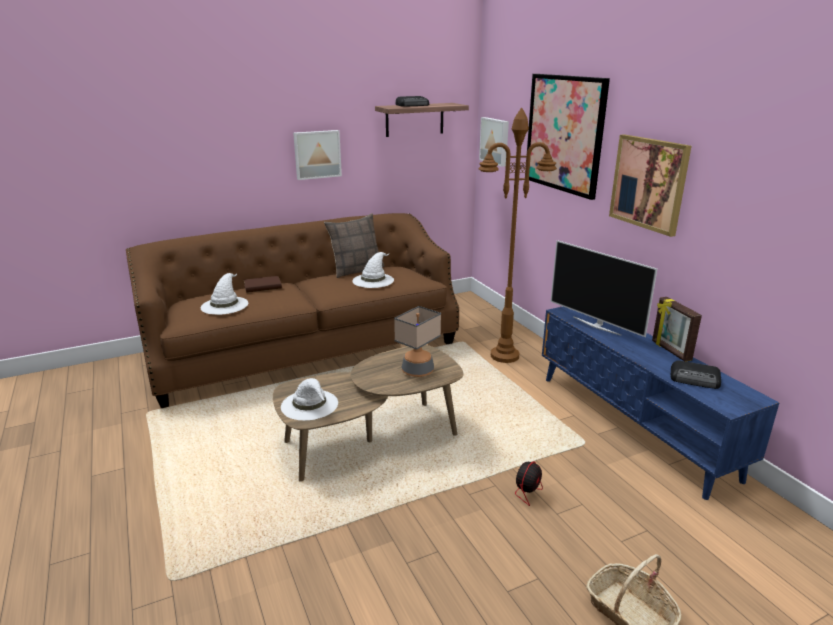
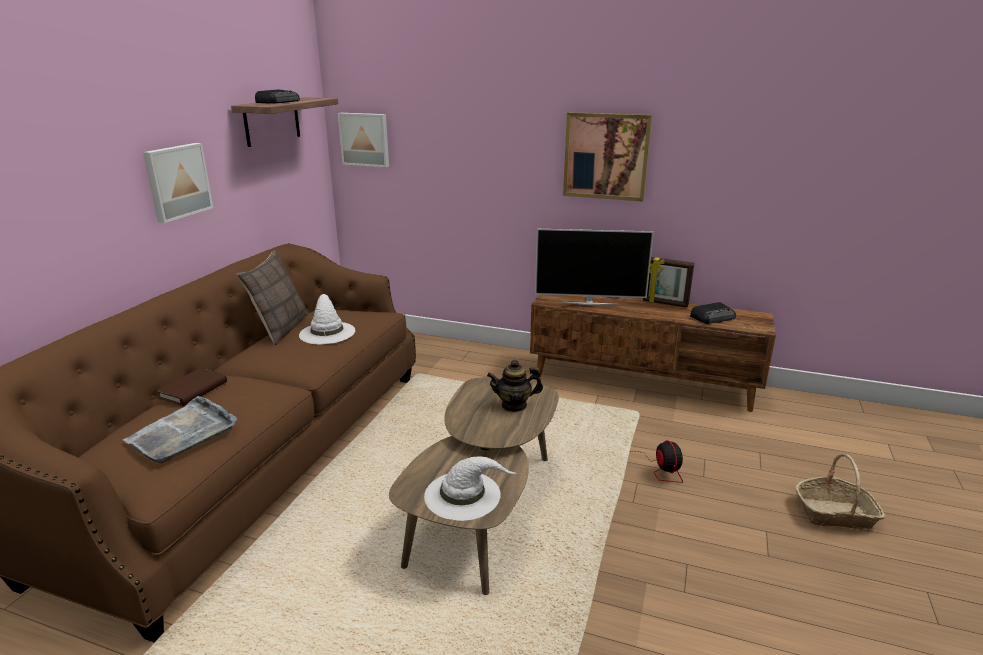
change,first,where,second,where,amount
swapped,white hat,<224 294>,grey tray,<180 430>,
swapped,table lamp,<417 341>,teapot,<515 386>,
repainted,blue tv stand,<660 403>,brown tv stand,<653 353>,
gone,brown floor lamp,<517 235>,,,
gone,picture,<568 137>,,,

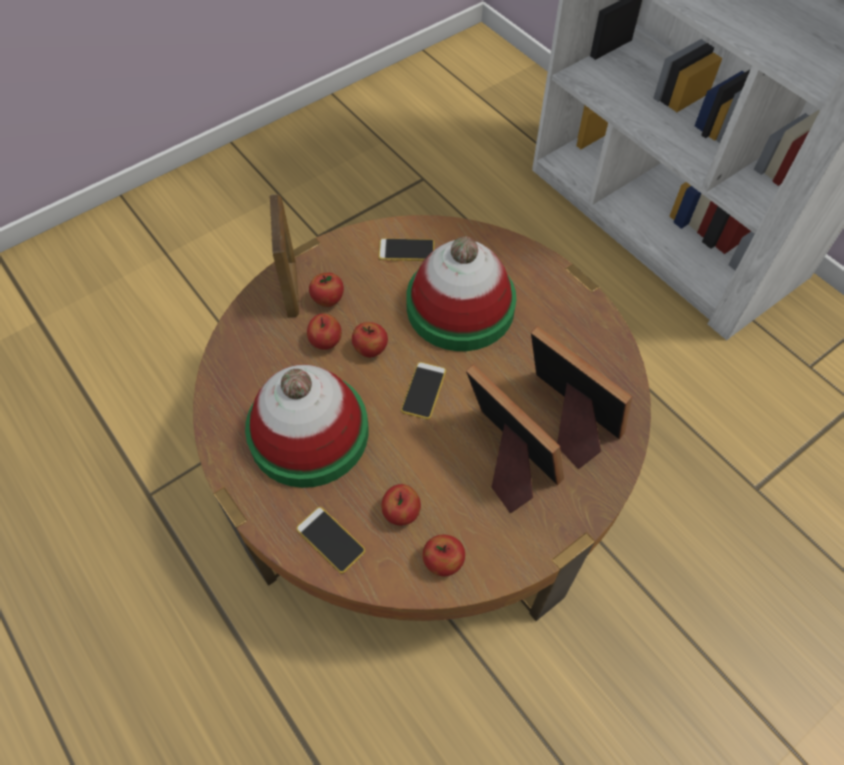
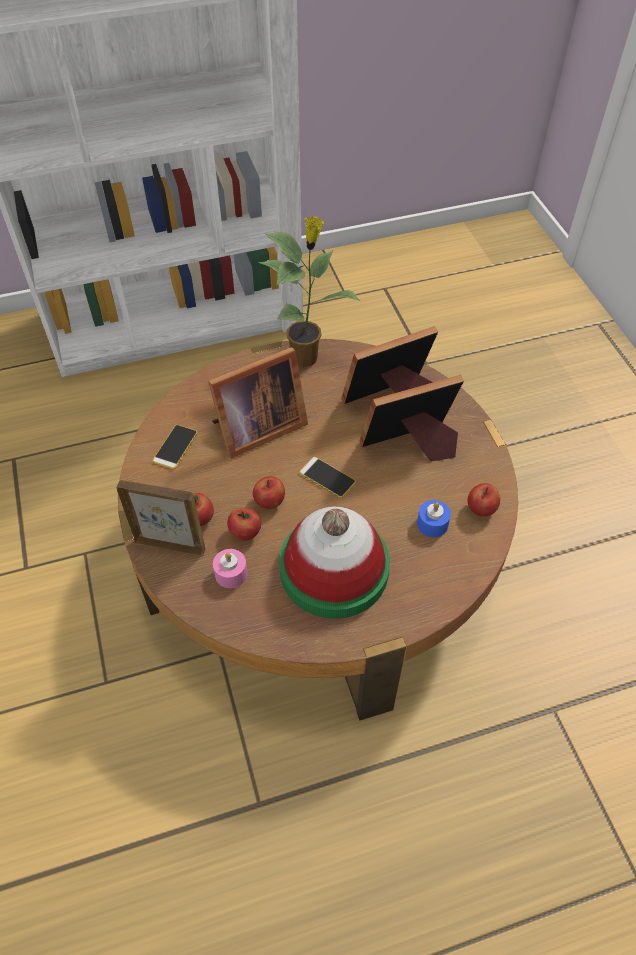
change,first,where,second,where,amount
swapped,hat,<461 293>,picture frame,<258 403>,
new,,,pink candle,<230 568>,
new,,,potted plant,<309 292>,
swapped,apple,<401 505>,blue candle,<434 519>,
gone,phone,<330 540>,,,

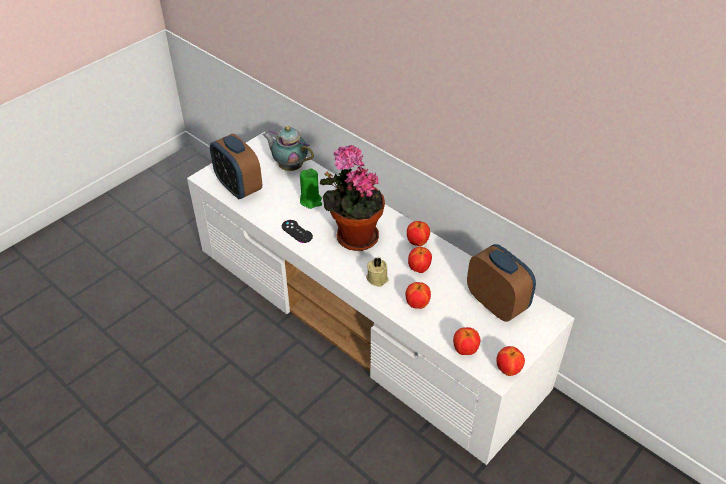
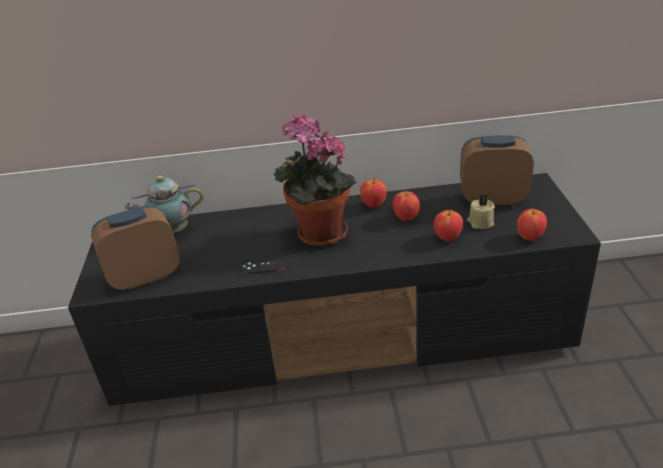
change,first,where,second,where,amount
repainted,white tv stand,<381 298>,black tv stand,<334 289>,
rotated,alarm clock,<236 167>,,<135 247>,150 degrees clockwise
shifted,beige candle,<377 272>,,<481 211>,
gone,green candle,<311 188>,,,
gone,apple,<510 361>,,,

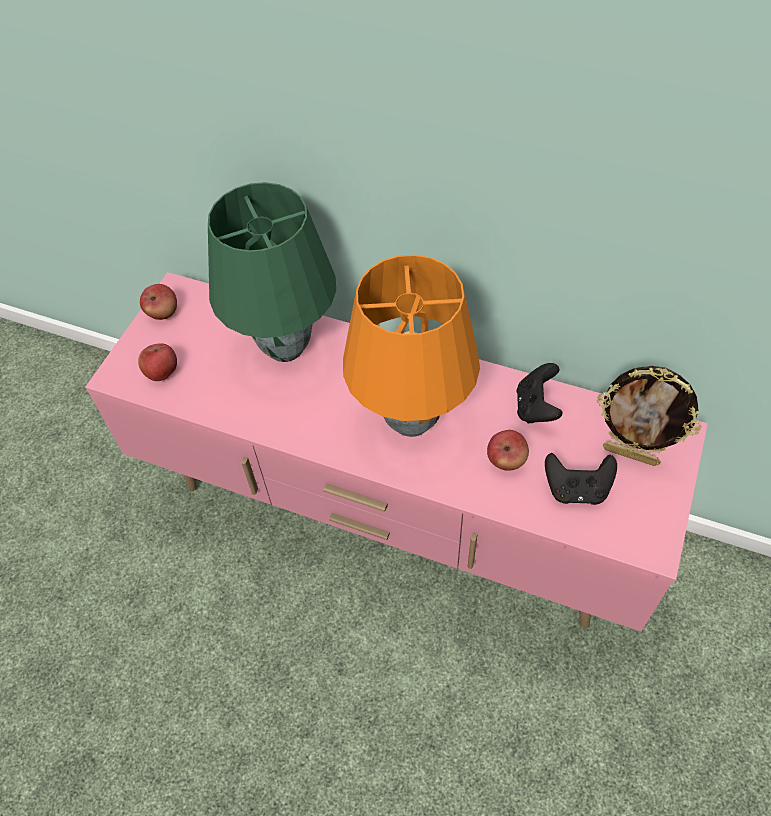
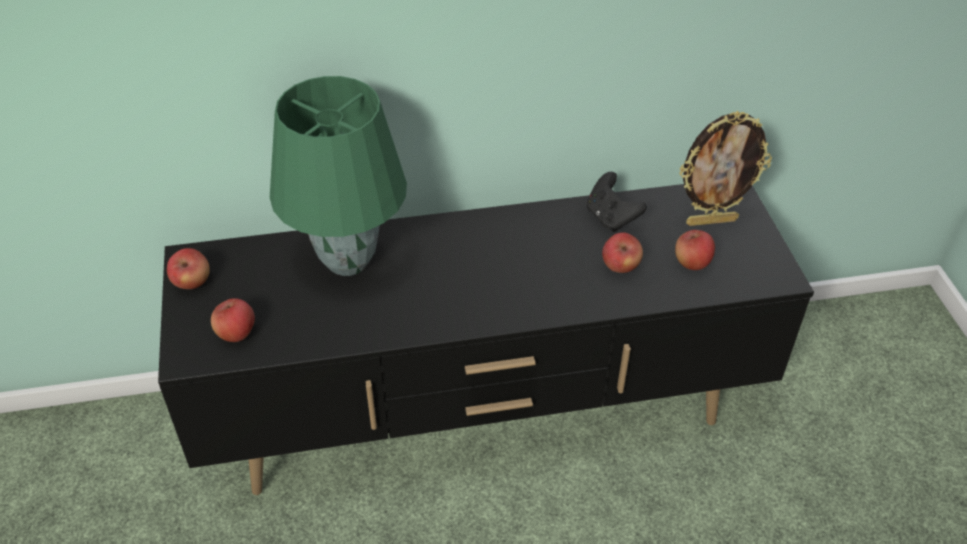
change,first,where,second,where,amount
repainted,pink tv stand,<396 452>,black tv stand,<486 339>,
swapped,black game controller,<581 479>,apple,<695 250>,
gone,orange table lamp,<411 346>,,,

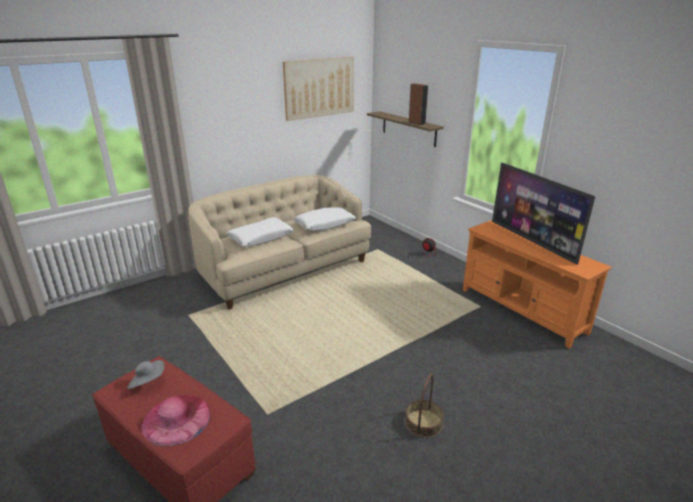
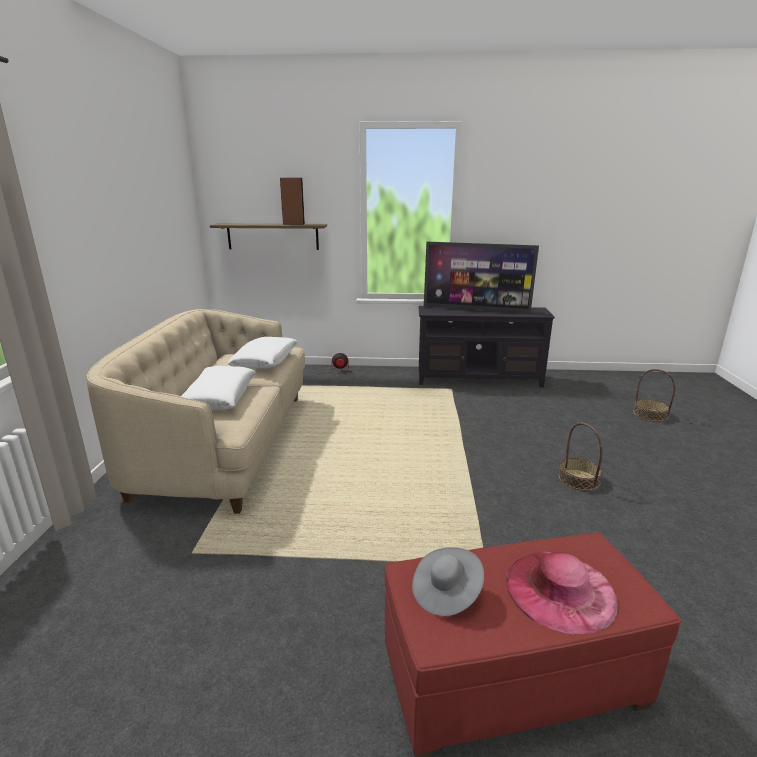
change,first,where,second,where,amount
repainted,orange tv stand,<537 284>,black tv stand,<486 346>,
new,,,basket,<654 395>,
gone,picture,<318 89>,,,

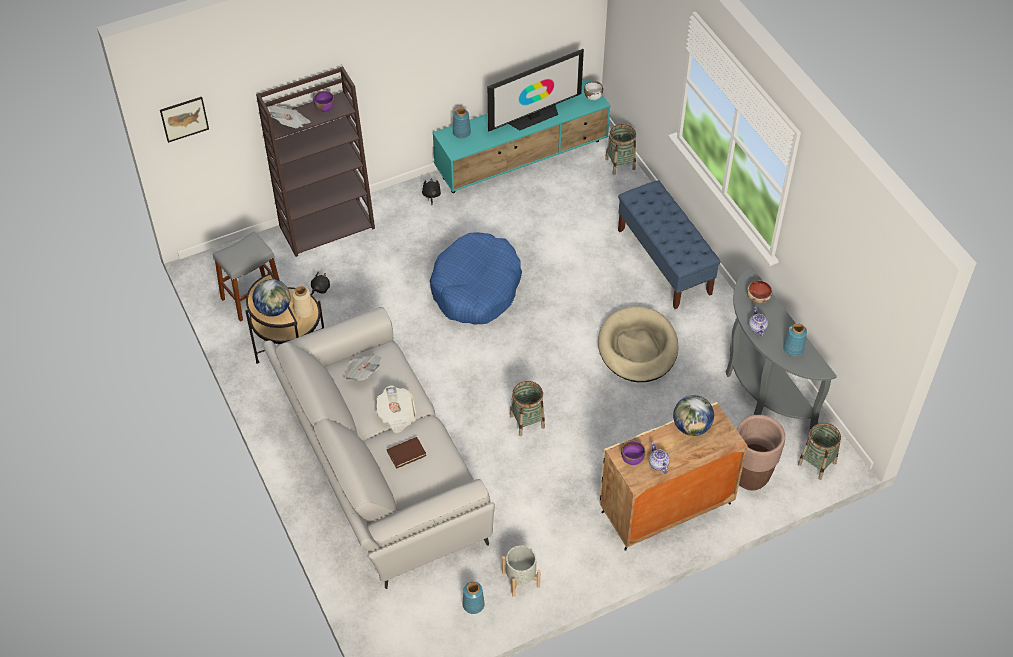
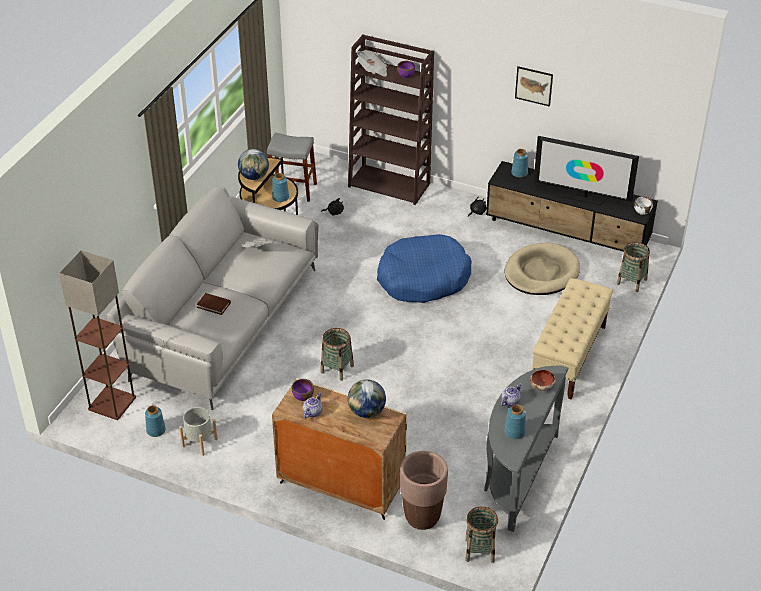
change,first,where,second,where,amount
new,,,floor lamp,<97 335>,
repainted,beige vase,<303 302>,blue vase,<280 187>,
repainted,turquoise tv stand,<521 136>,black tv stand,<572 206>,
shifted,beige dog bed,<638 344>,,<542 269>,
shifted,picture,<184 120>,,<534 86>,
repainted,blue bench,<669 244>,beige bench,<572 339>,
gone,newspaper,<396 409>,,,

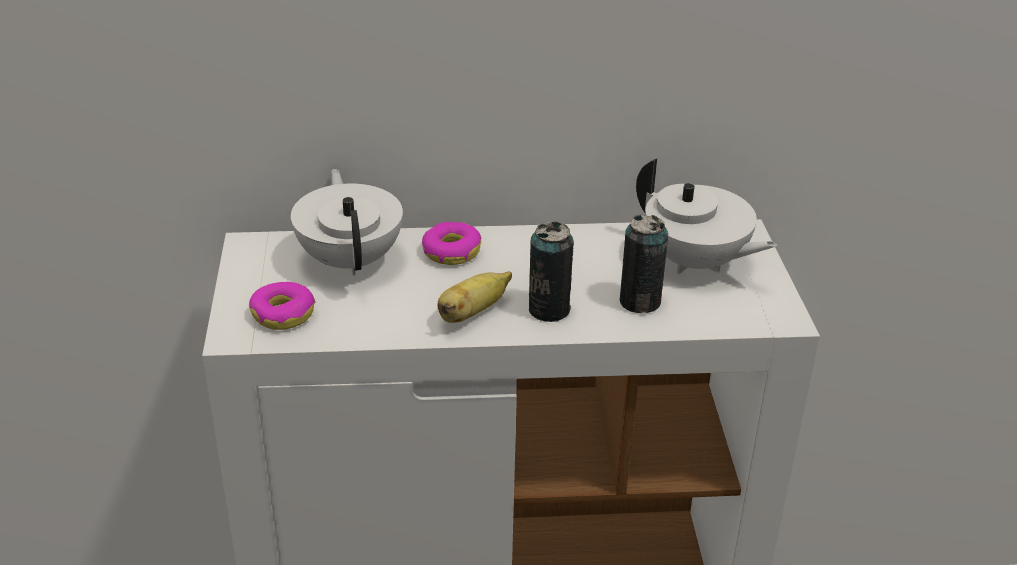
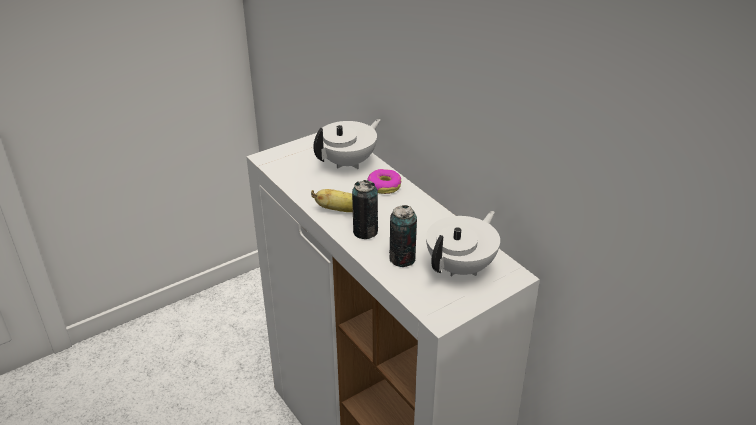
change,first,where,second,where,amount
rotated,white teapot,<707 216>,,<463 243>,150 degrees counterclockwise
gone,donut,<282 306>,,,

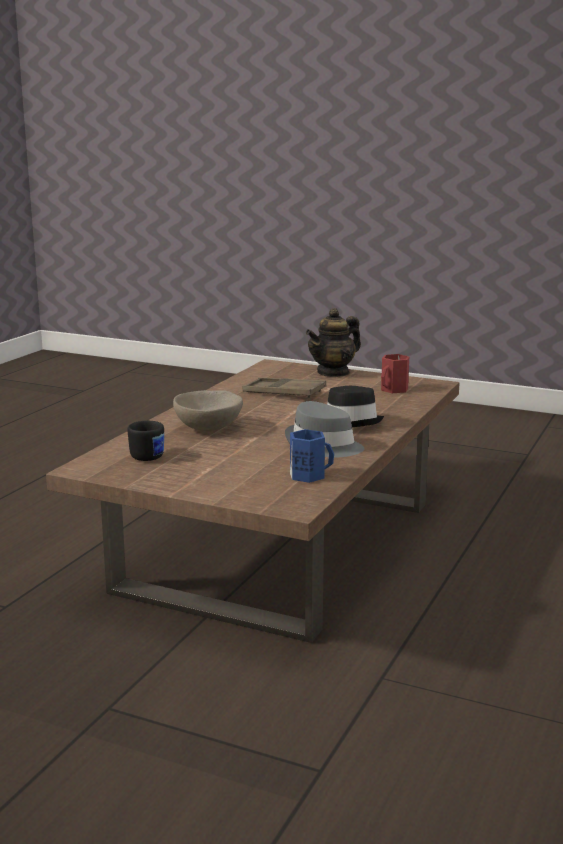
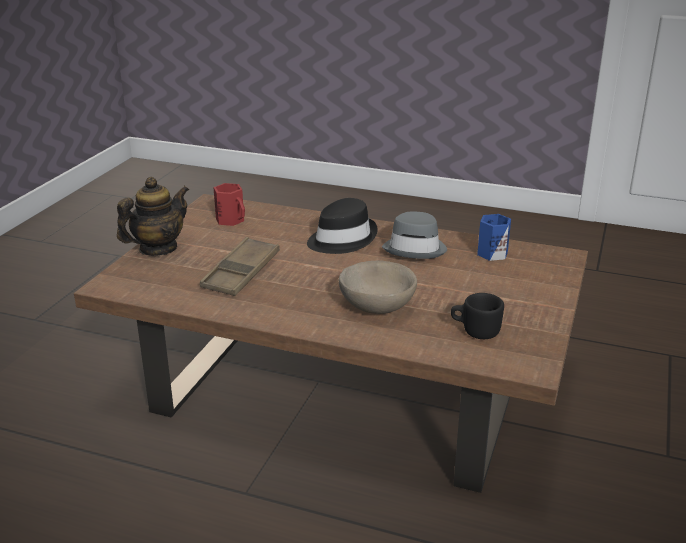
change,first,where,second,where,amount
rotated,teapot,<333 342>,,<153 216>,90 degrees counterclockwise

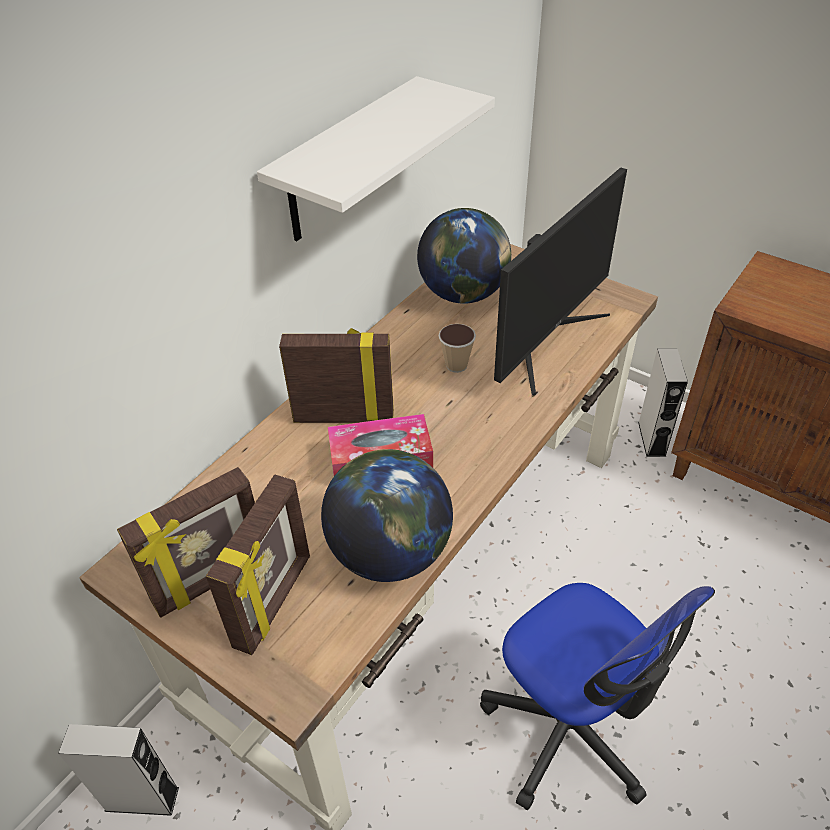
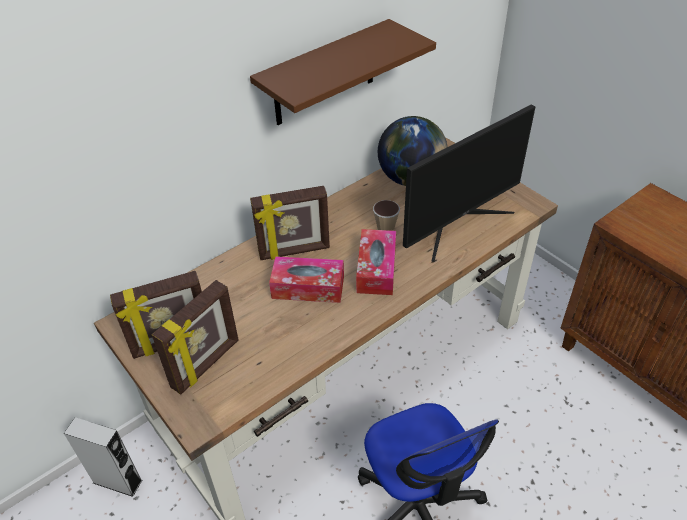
change,first,where,second,where,amount
repainted,white shelf,<376 158>,brown shelf,<343 72>,
rotated,picture frame,<336 375>,,<290 223>,150 degrees clockwise
new,,,tissue box,<376 262>,
gone,globe,<387 515>,,,
gone,grey speaker,<663 402>,,,

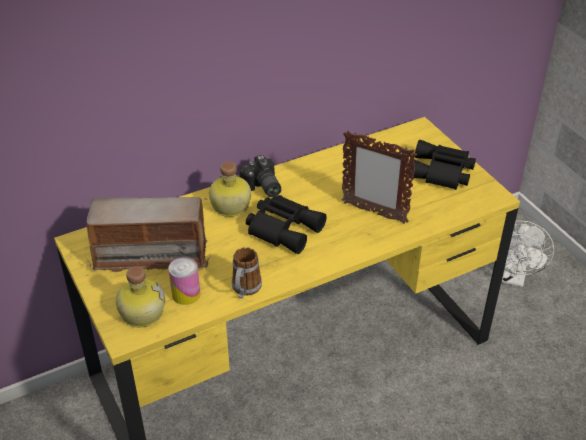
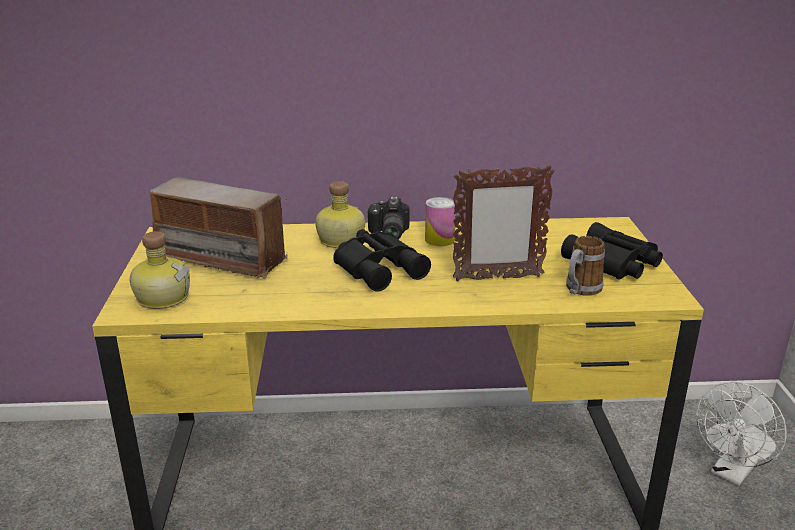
change,first,where,second,where,amount
shifted,can,<184 281>,,<440 221>,
rotated,picture frame,<379 177>,,<504 223>,60 degrees counterclockwise
shifted,mug,<247 273>,,<585 266>,

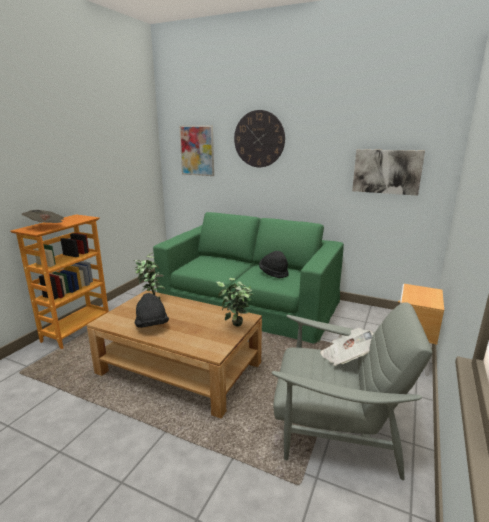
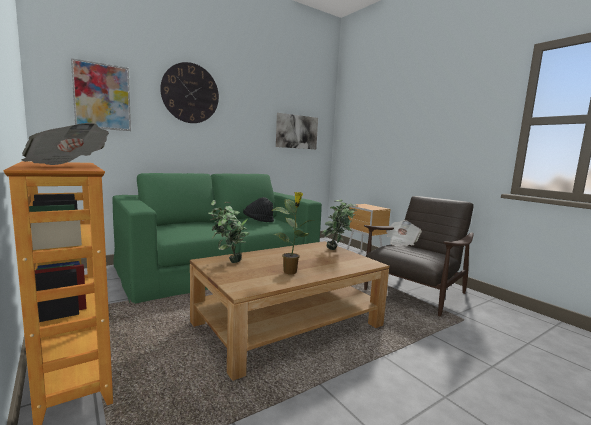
change,first,where,second,where,amount
swapped,black hat,<152 310>,potted plant,<292 233>,
repainted,grey armchair,<352 391>,brown armchair,<419 256>,

